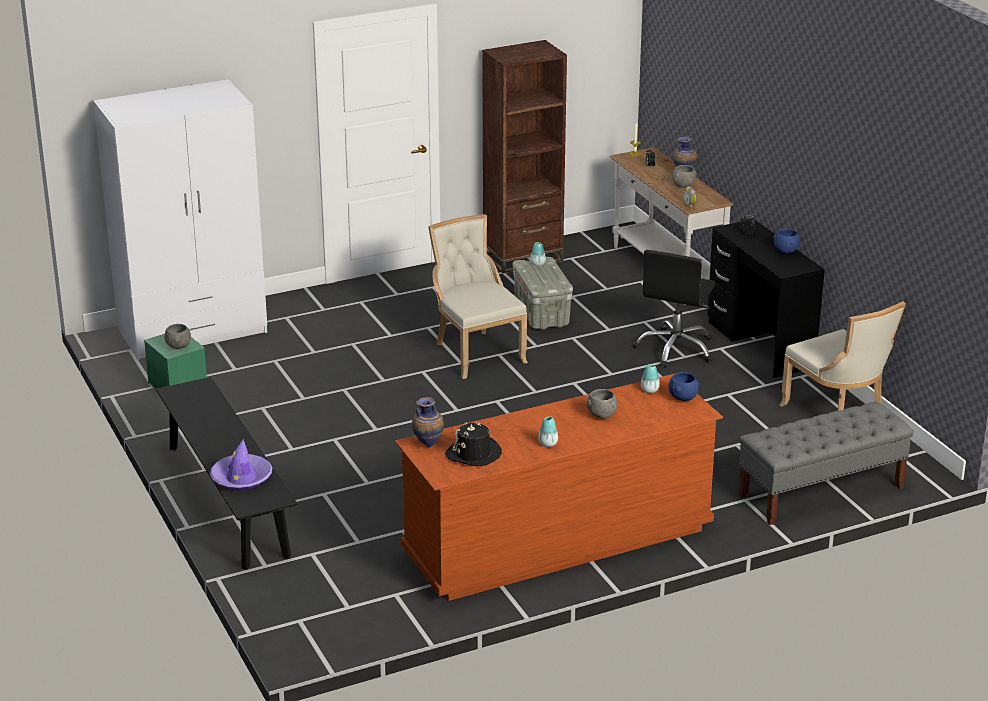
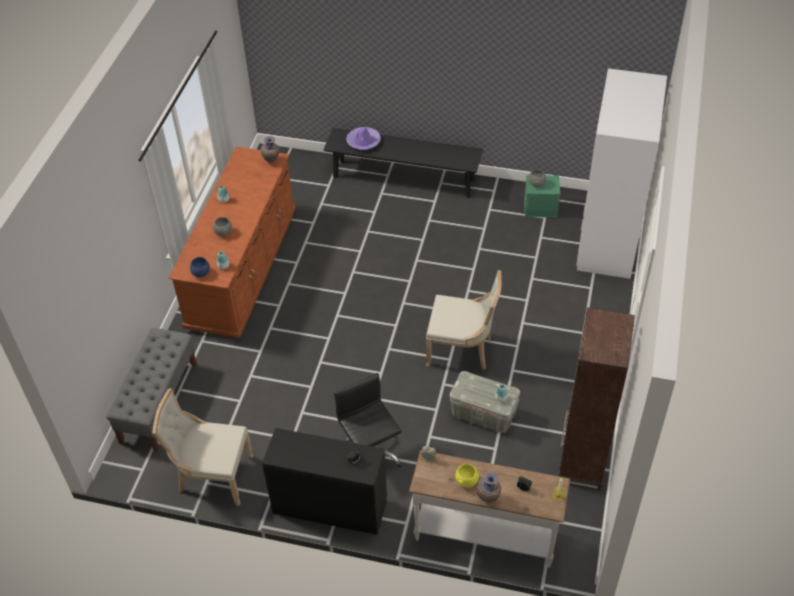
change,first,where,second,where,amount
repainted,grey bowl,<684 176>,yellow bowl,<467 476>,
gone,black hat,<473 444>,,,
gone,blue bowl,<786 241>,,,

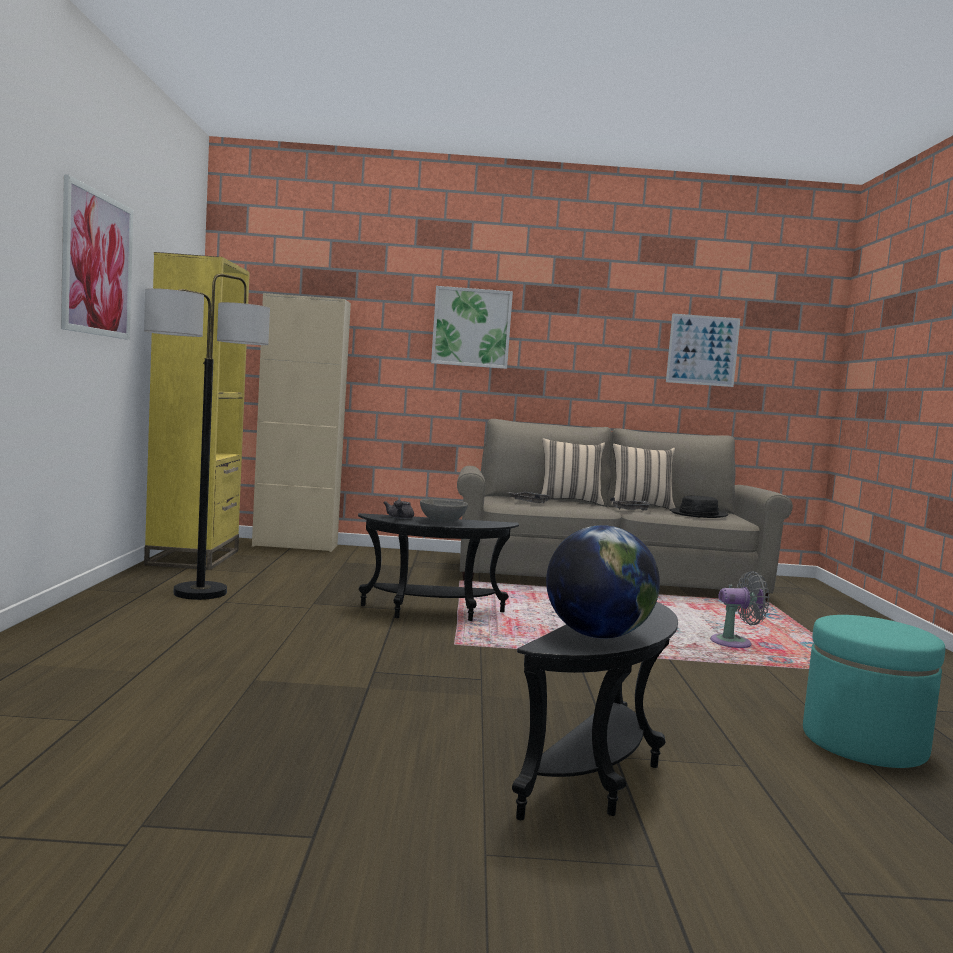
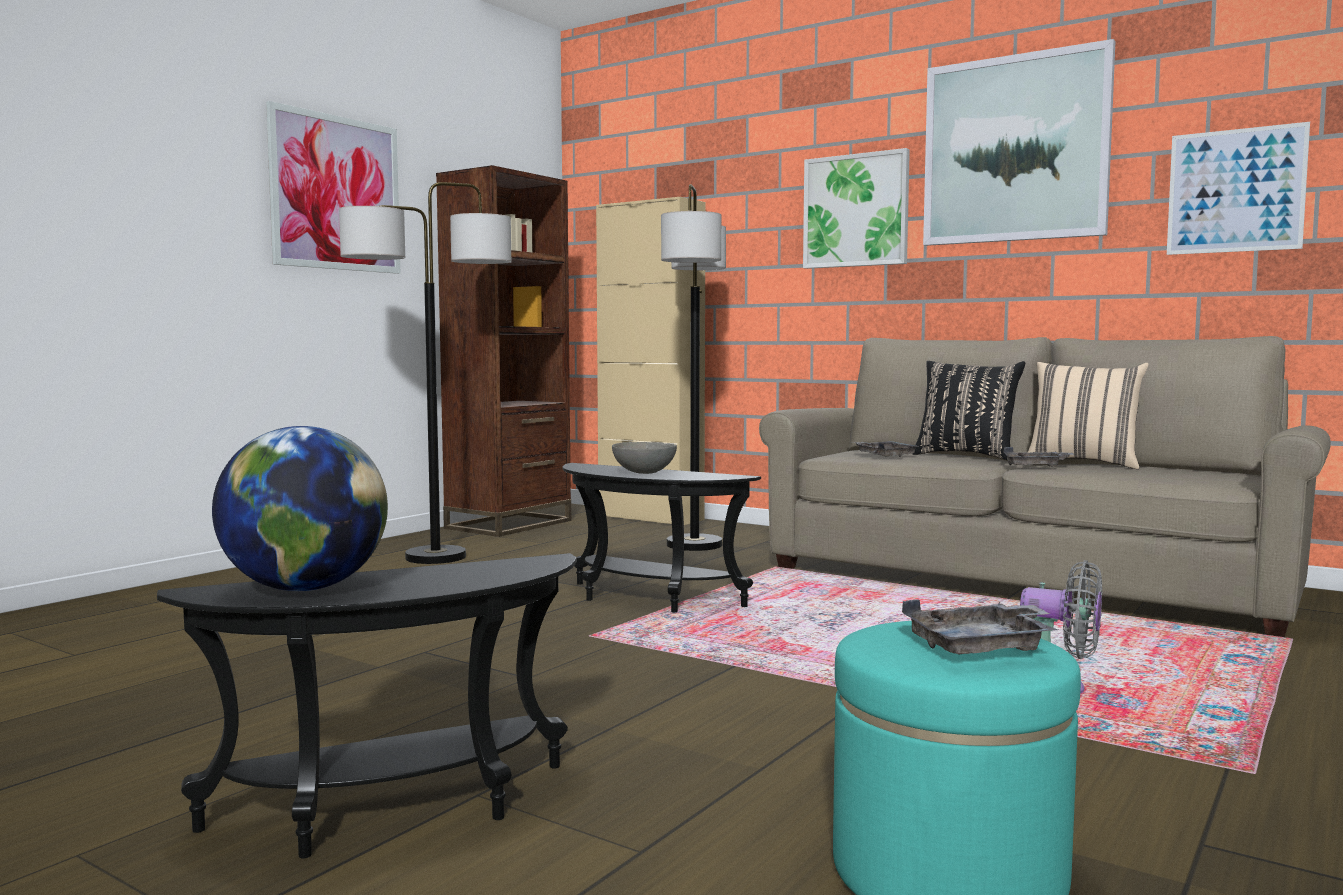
change,first,where,second,where,amount
repainted,yellow bookcase,<197 411>,brown bookcase,<503 351>,
new,,,floor lamp,<693 367>,
new,,,grey tray,<980 627>,
repainted,beige pillow,<573 471>,black pillow,<968 410>,
new,,,picture,<1019 142>,
gone,grey teapot,<398 509>,,,
gone,black hat,<699 507>,,,

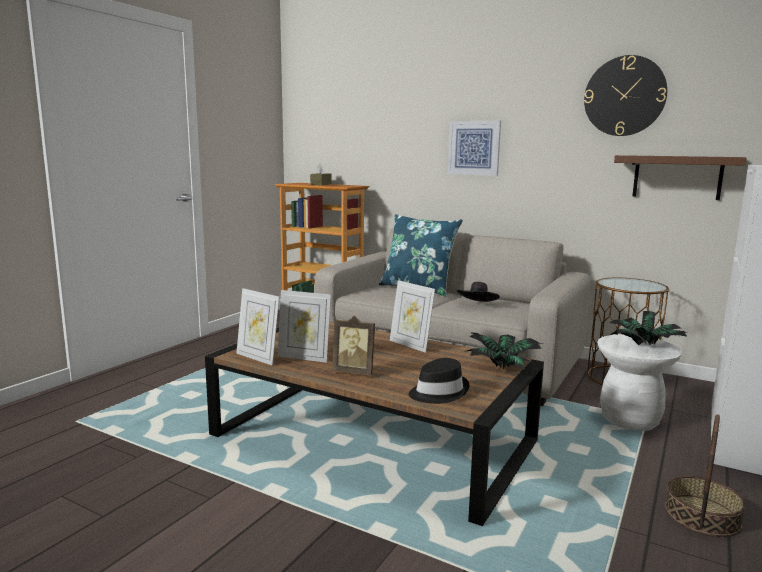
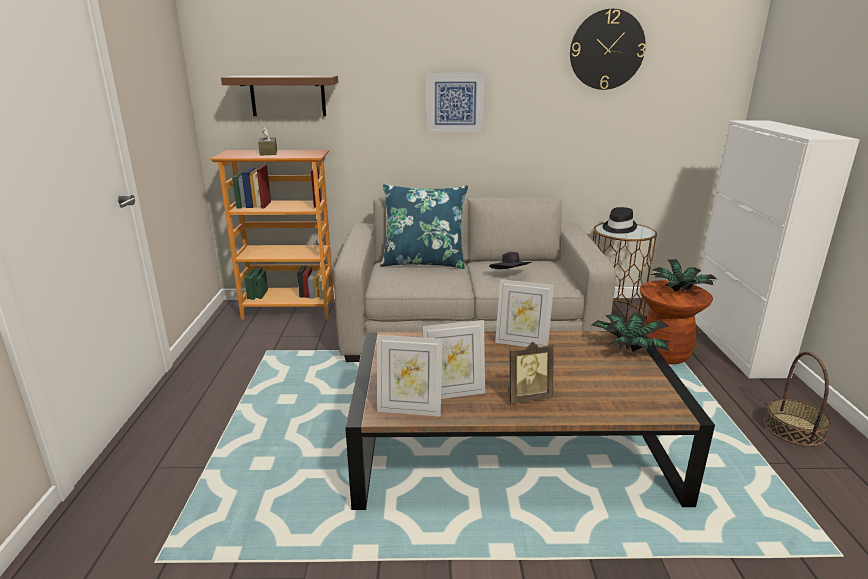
change,first,where,second,where,amount
shifted,brown shelf,<680 177>,,<279 96>,
shifted,black hat,<439 381>,,<620 220>,
repainted,white stool,<639 382>,brown stool,<676 322>,

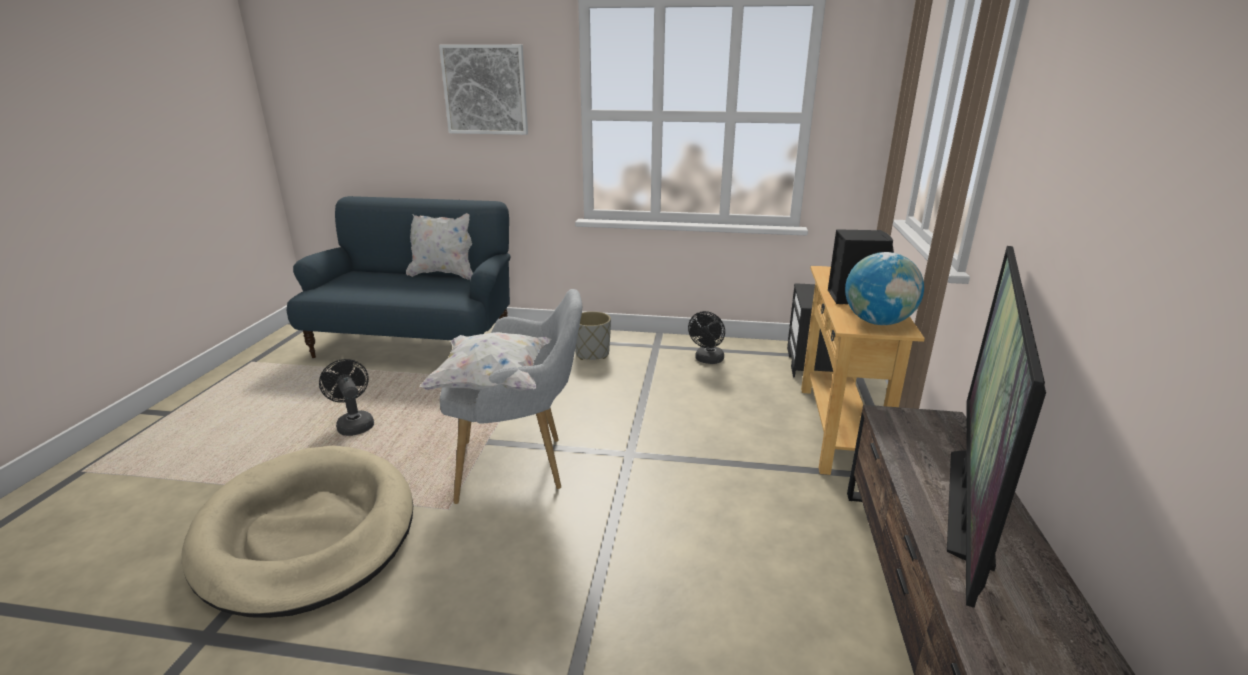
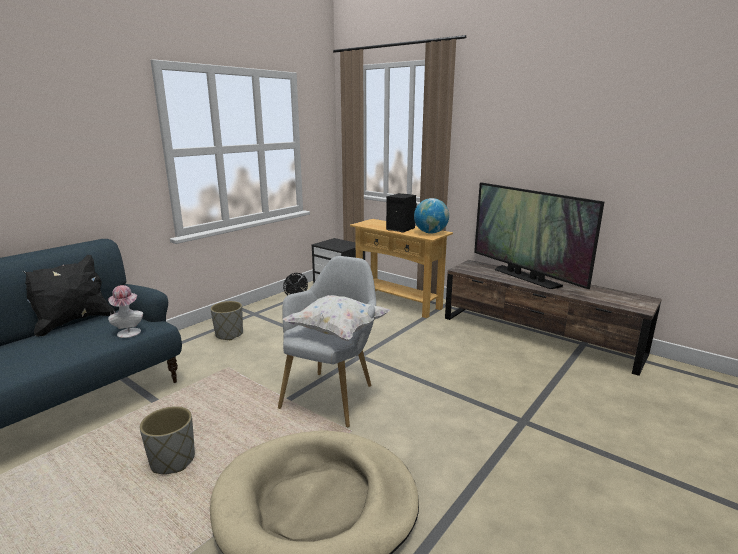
change,first,where,second,where,amount
repainted,white pillow,<439 246>,black pillow,<69 296>,
new,,,hat,<125 311>,
swapped,black fan,<346 397>,grey planter,<167 440>,
gone,picture,<483 89>,,,

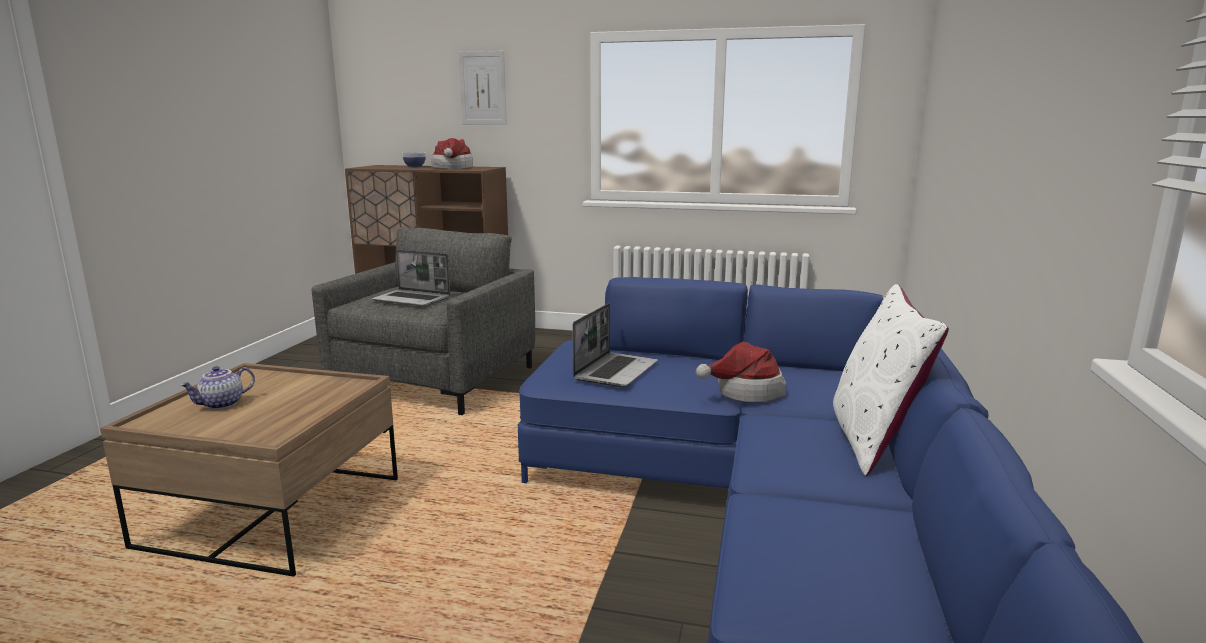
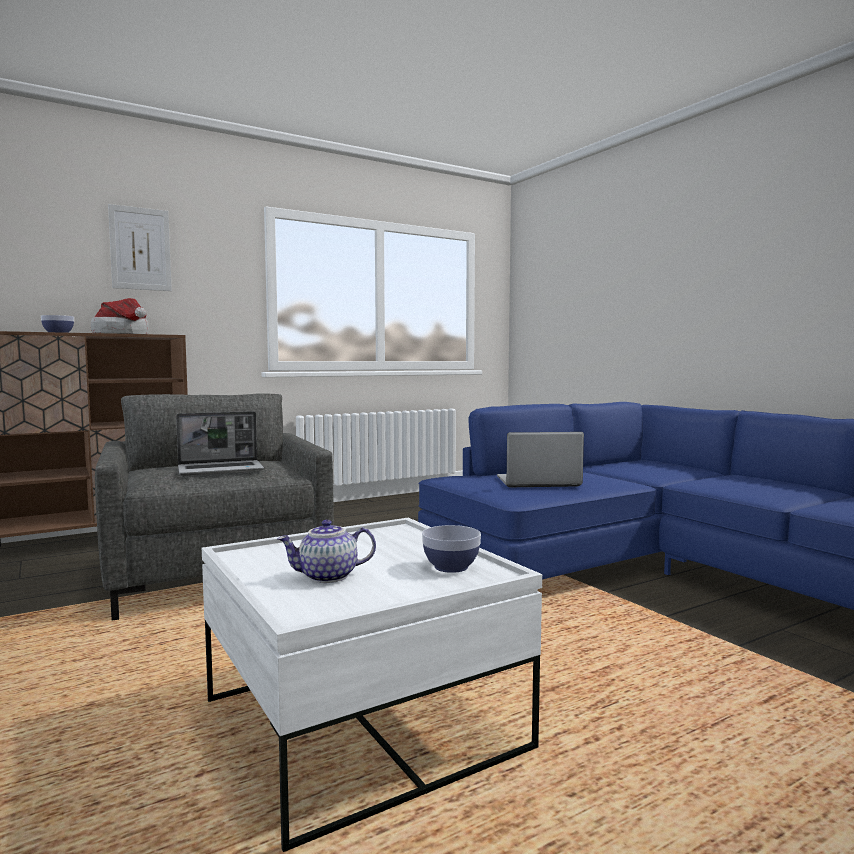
change,first,where,second,where,amount
repainted,brown coffee table,<249 470>,white coffee table,<372 685>,
rotated,teapot,<217 387>,,<326 551>,75 degrees clockwise
new,,,bowl,<451 549>,
rotated,laptop,<615 345>,,<540 459>,75 degrees counterclockwise
gone,hat,<741 372>,,,
gone,white pillow,<891 380>,,,

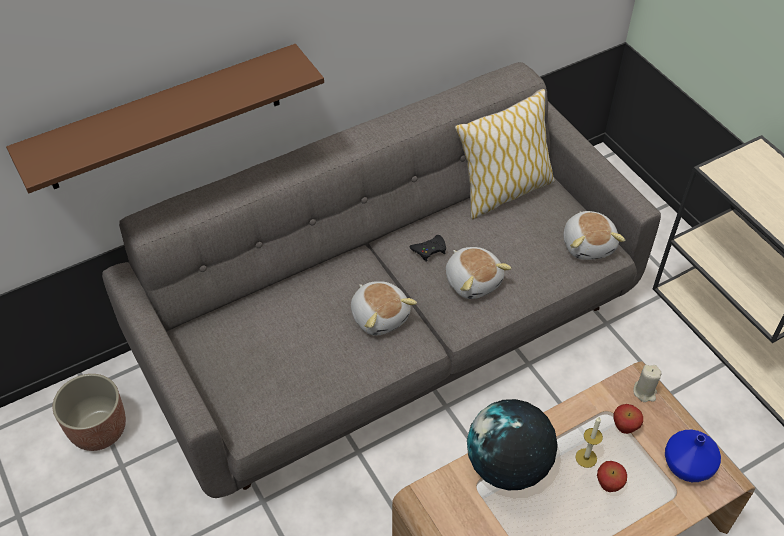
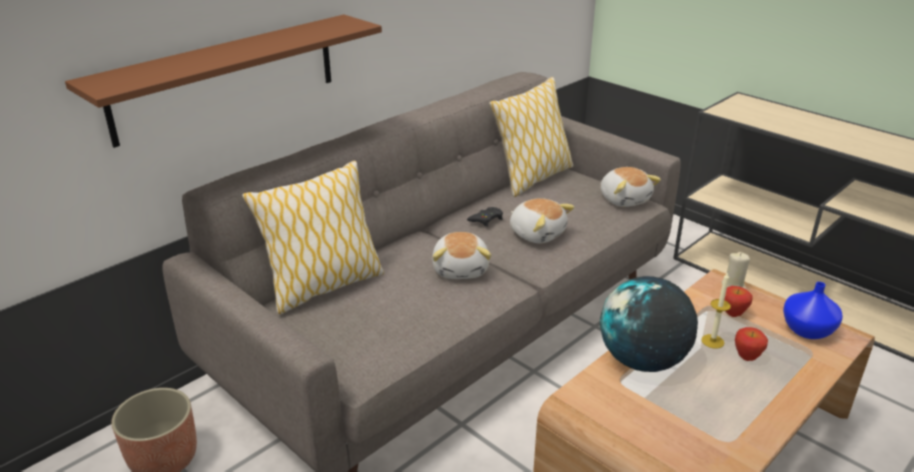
change,first,where,second,where,amount
new,,,pillow,<313 237>,
rotated,plush toy,<384 308>,,<461 255>,45 degrees clockwise

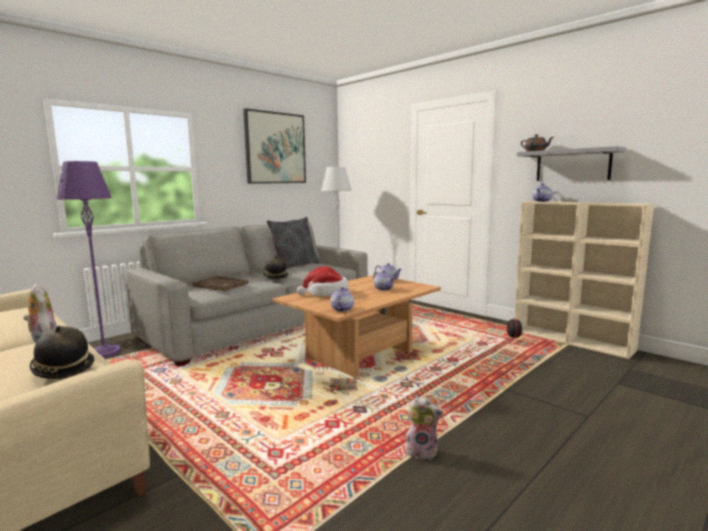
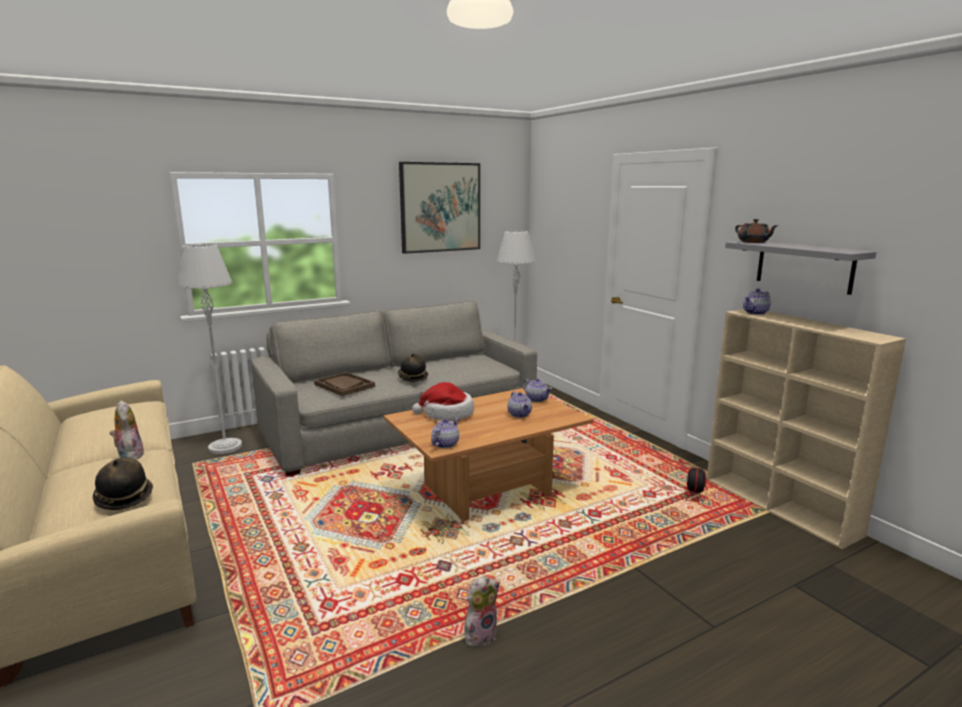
change,first,where,second,where,amount
repainted,purple floor lamp,<89 259>,grey floor lamp,<209 349>,
rotated,plush toy,<425 428>,,<482 611>,60 degrees counterclockwise
gone,grey pillow,<293 243>,,,

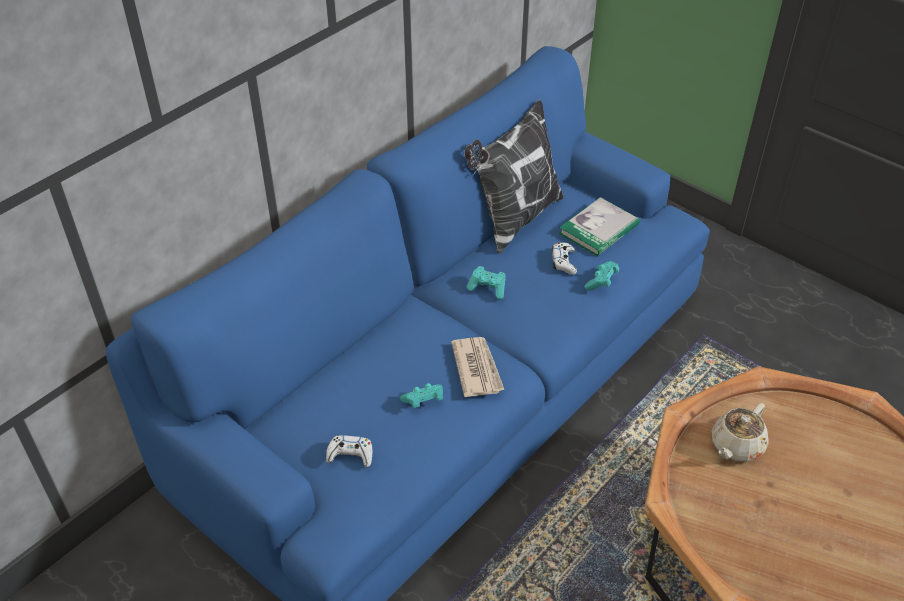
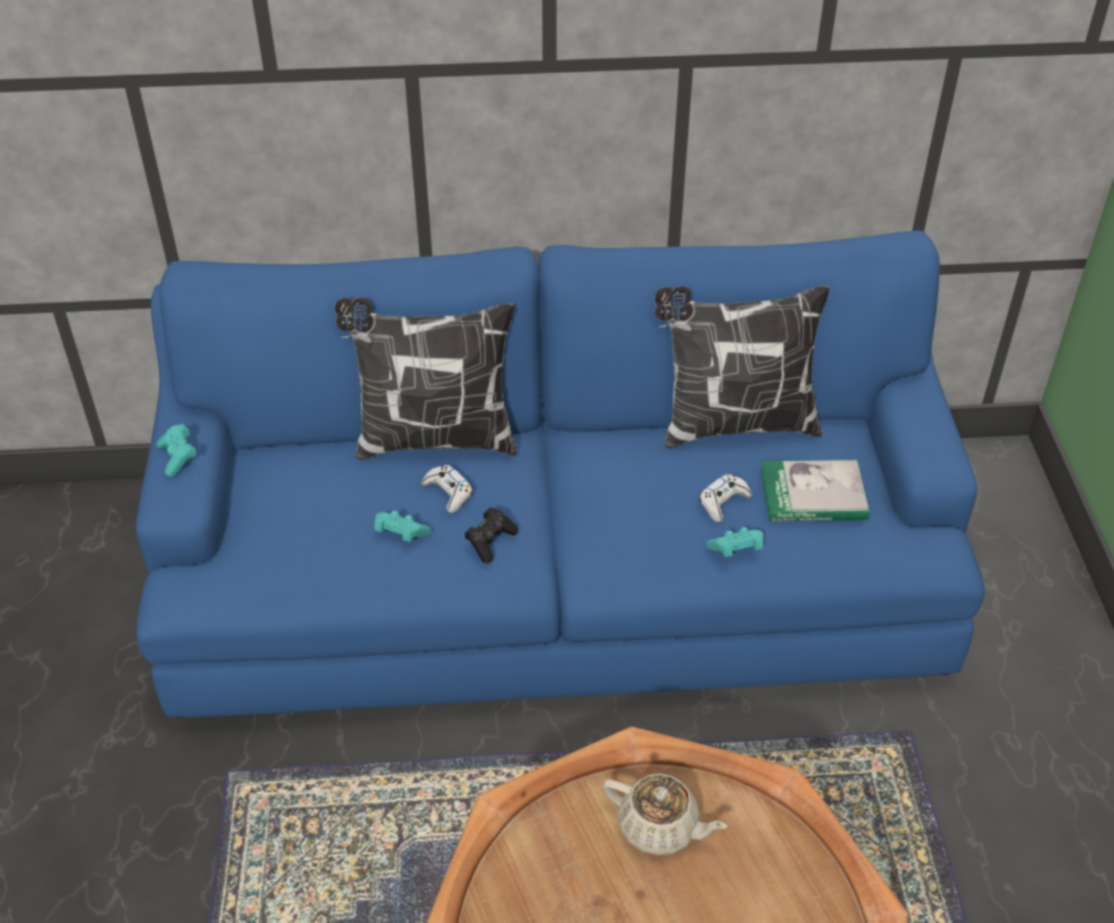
change,first,where,second,where,amount
shifted,turquoise game controller,<486 282>,,<177 450>,
new,,,pillow,<426 378>,
shifted,white game controller,<349 451>,,<447 489>,
swapped,newspaper,<477 367>,black game controller,<491 535>,
rotated,beige teapot,<740 432>,,<665 815>,150 degrees counterclockwise

